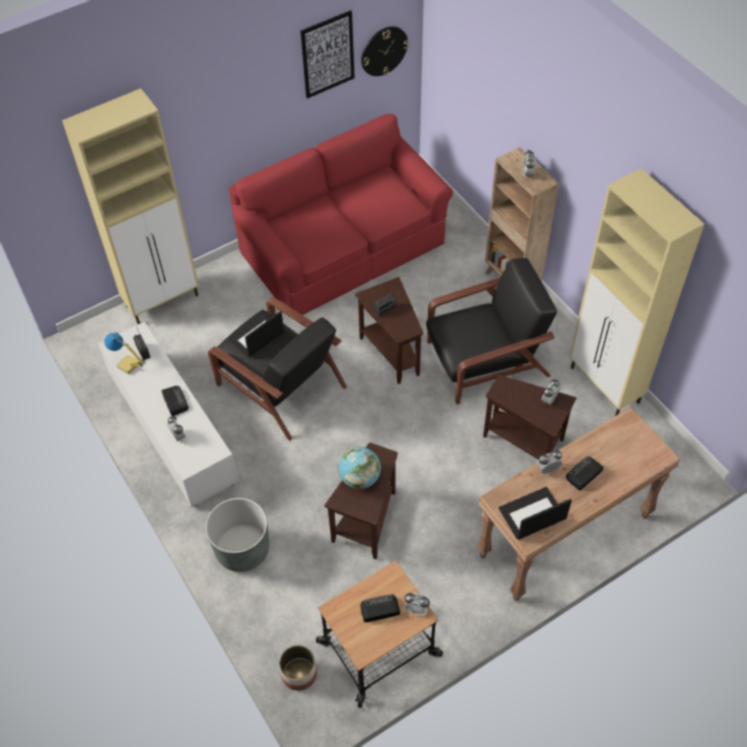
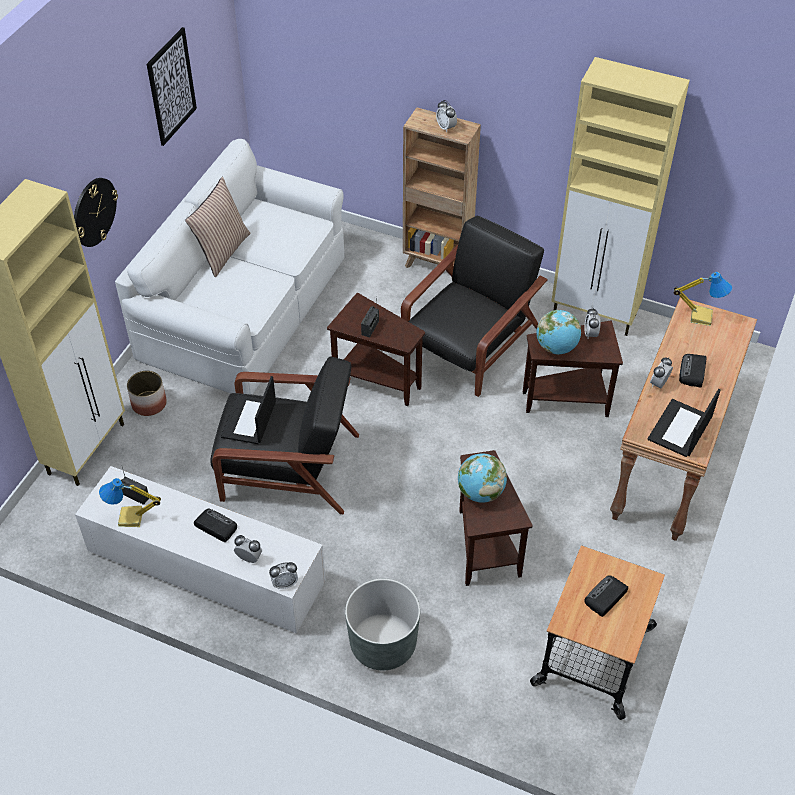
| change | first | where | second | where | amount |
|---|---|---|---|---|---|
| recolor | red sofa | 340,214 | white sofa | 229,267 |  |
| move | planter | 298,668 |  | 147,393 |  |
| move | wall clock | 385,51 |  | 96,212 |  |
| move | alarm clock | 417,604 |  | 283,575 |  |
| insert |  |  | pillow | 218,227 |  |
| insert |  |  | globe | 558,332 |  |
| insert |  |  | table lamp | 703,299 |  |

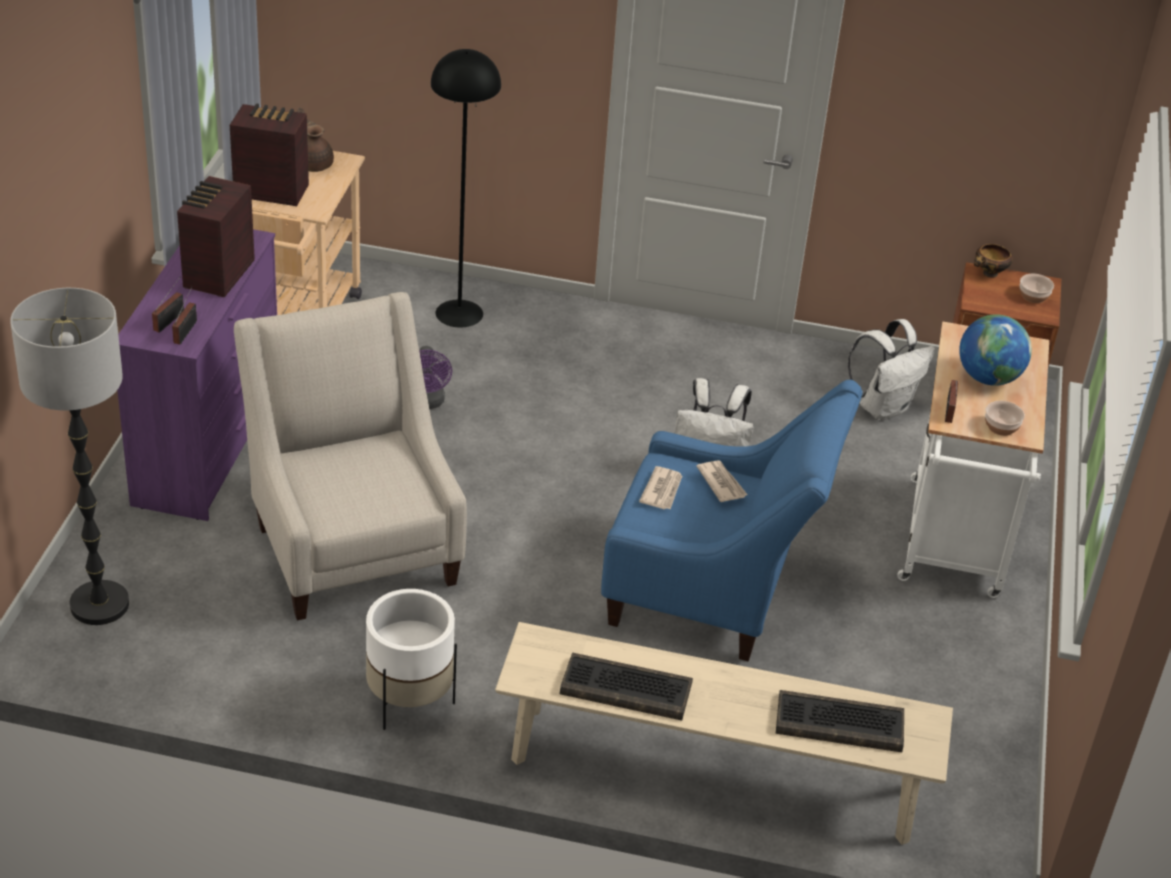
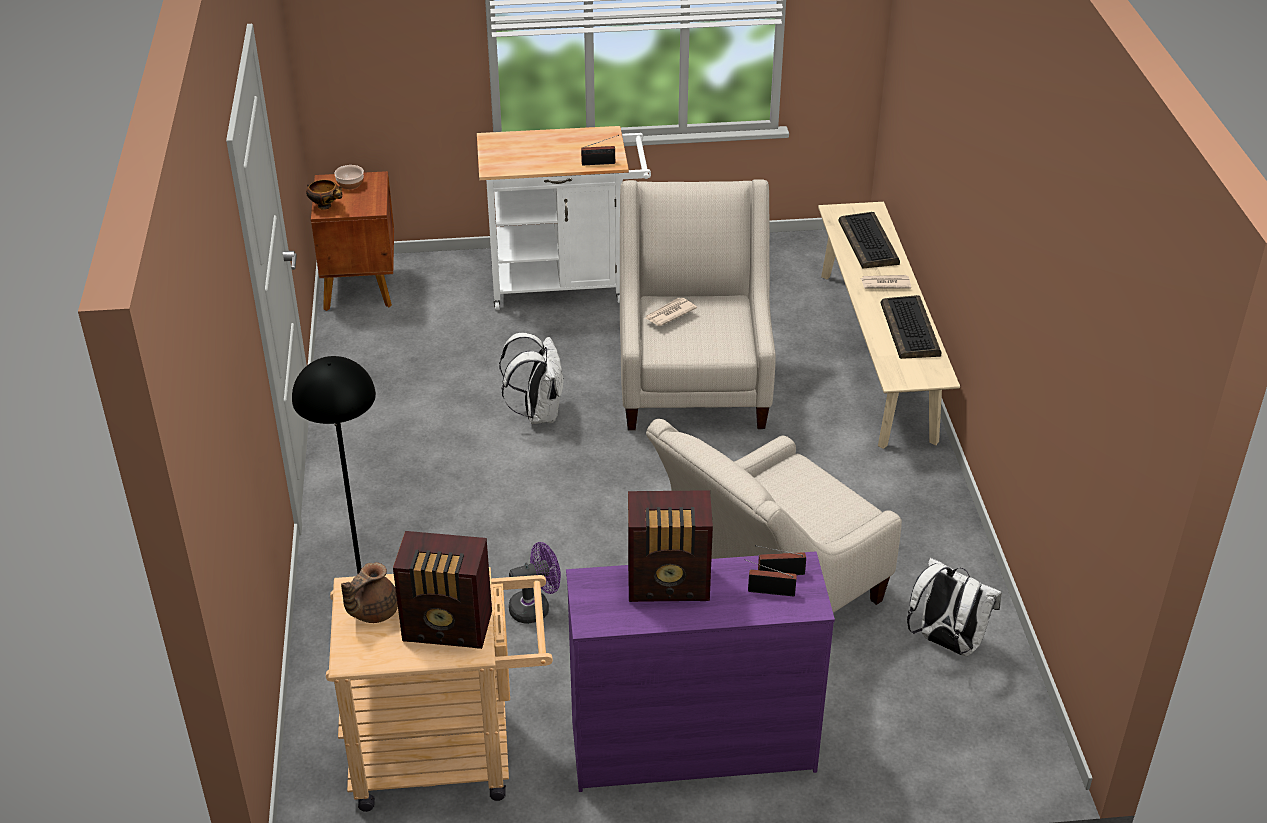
| change | first | where | second | where | amount |
|---|---|---|---|---|---|
| delete | floor lamp | 69,456 |  |  |  |
| rotate | radio | 269,154 |  | 442,590 | 75 degrees counterclockwise |
| delete | white planter | 411,659 |  |  |  |
| recolor | blue armchair | 732,520 | beige armchair | 698,304 |  |
| move | newspaper | 660,487 |  | 886,281 |  |
| move | white backpack | 891,370 |  | 954,607 |  |
| delete | globe | 995,350 |  |  |  |
| delete | bowl | 1005,418 |  |  |  |

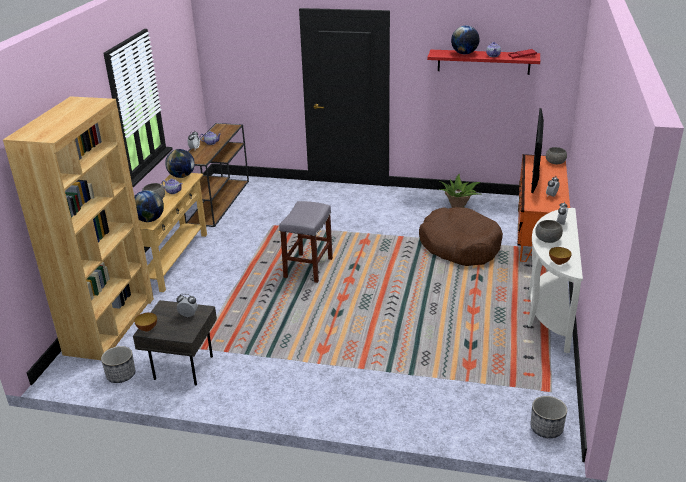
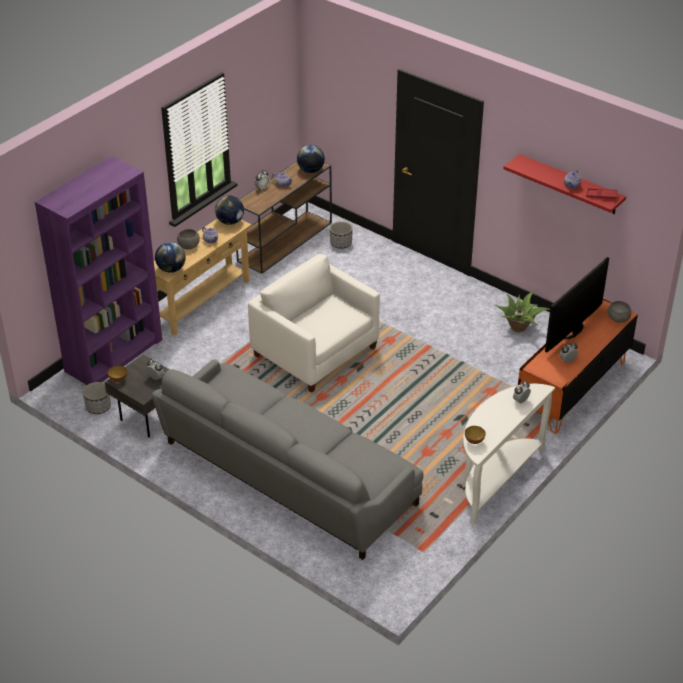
| change | first | where | second | where | amount |
|---|---|---|---|---|---|
| recolor | brown bookcase | 78,228 | purple bookcase | 98,270 |  |
| replace | grey stool | 306,242 | white armchair | 314,323 |  |
| delete | brown dog bed | 461,236 |  |  |  |
| move | globe | 465,40 |  | 311,159 |  |
| move | planter | 548,417 |  | 341,235 |  |
| delete | grey bowl | 549,231 |  |  |  |
| insert |  |  | grey sofa | 287,460 |  |

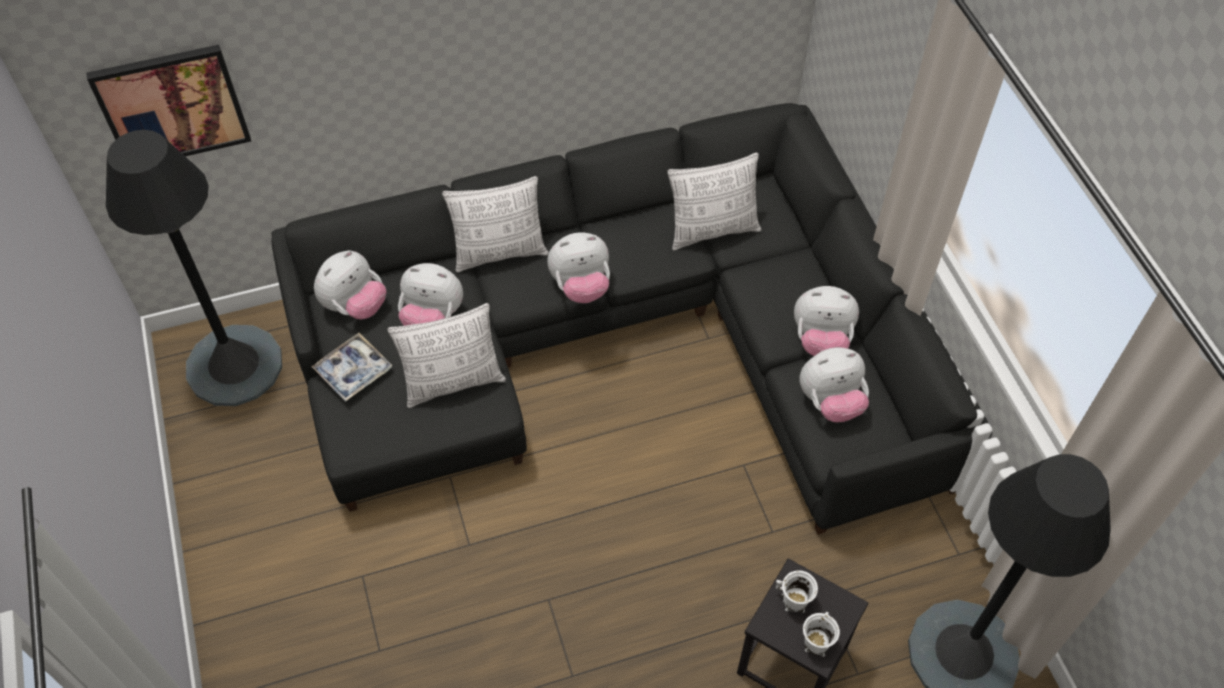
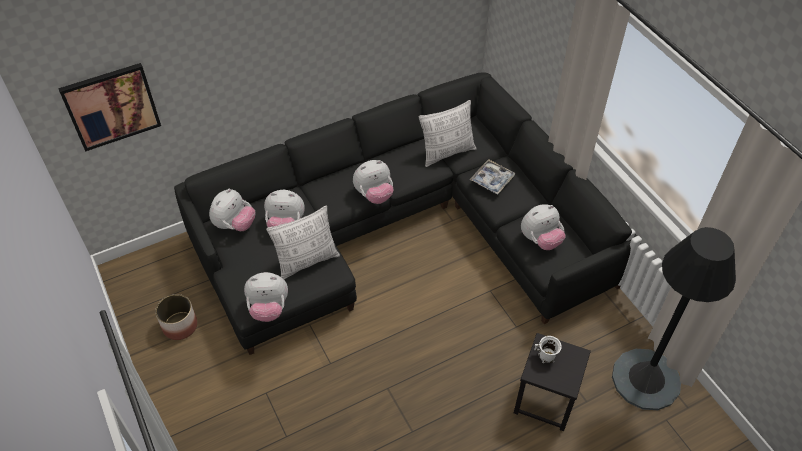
| change | first | where | second | where | amount |
|---|---|---|---|---|---|
| delete | black floor lamp | 194,268 |  |  |  |
| move | tray | 352,367 |  | 492,176 |  |
| delete | pillow | 495,224 |  |  |  |
| move | plush toy | 826,321 |  | 266,297 |  |
| delete | white mug | 821,634 |  |  |  |
| insert |  |  | planter | 176,317 |  |

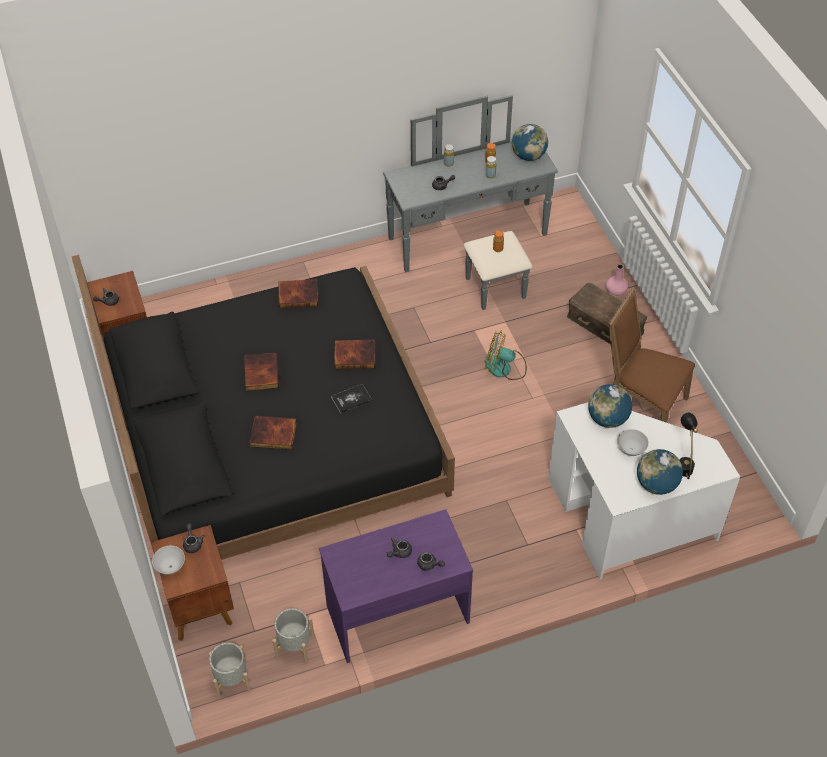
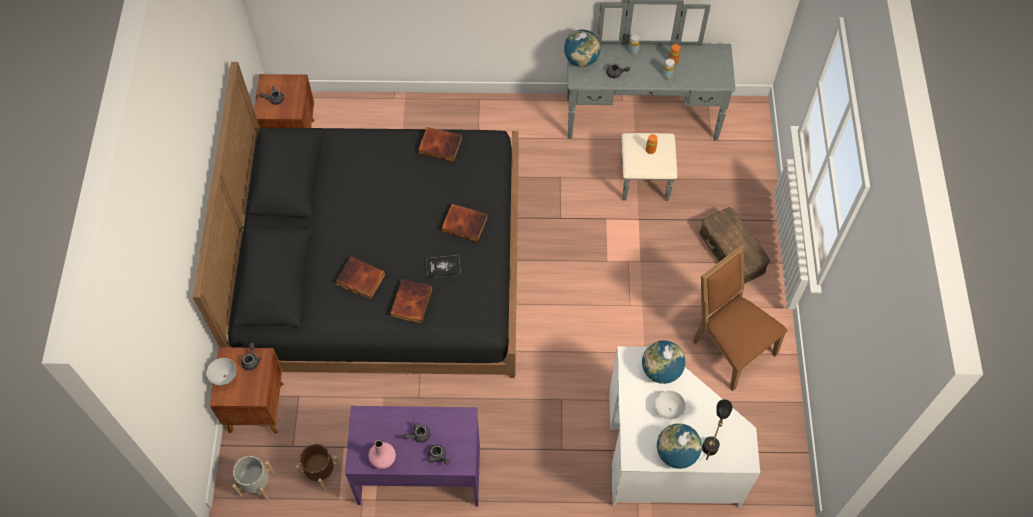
| change | first | where | second | where | amount |
|---|---|---|---|---|---|
| move | book | 261,372 |  | 411,301 |  |
| recolor | grey planter | 293,635 | brown planter | 318,467 |  |
| delete | fan | 506,355 |  |  |  |
| move | globe | 530,142 |  | 582,48 |  |
| move | pink vase | 617,280 |  | 382,454 |  |

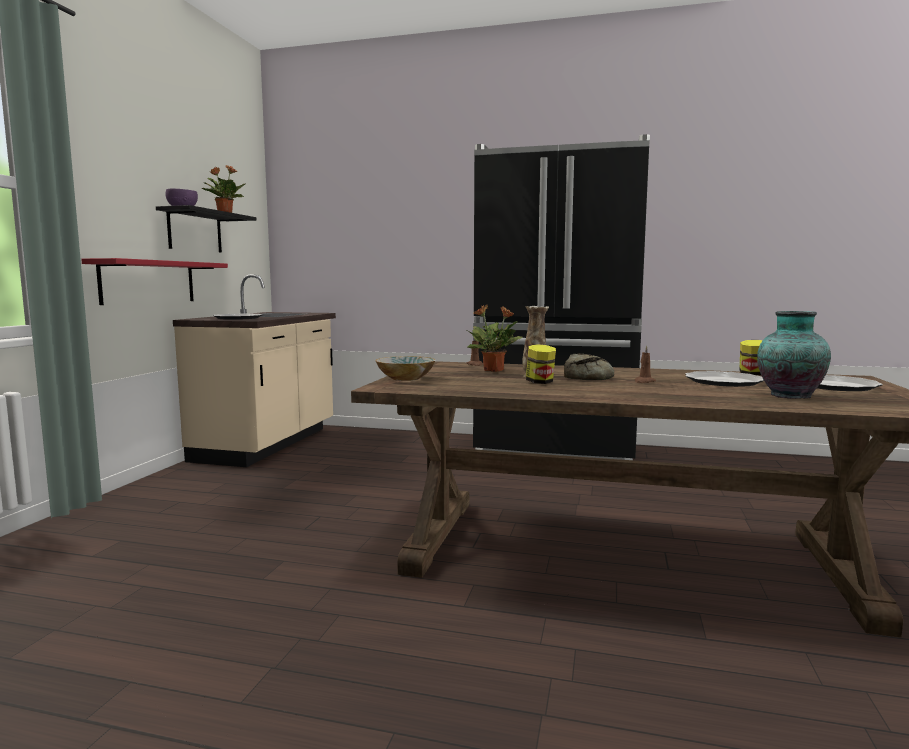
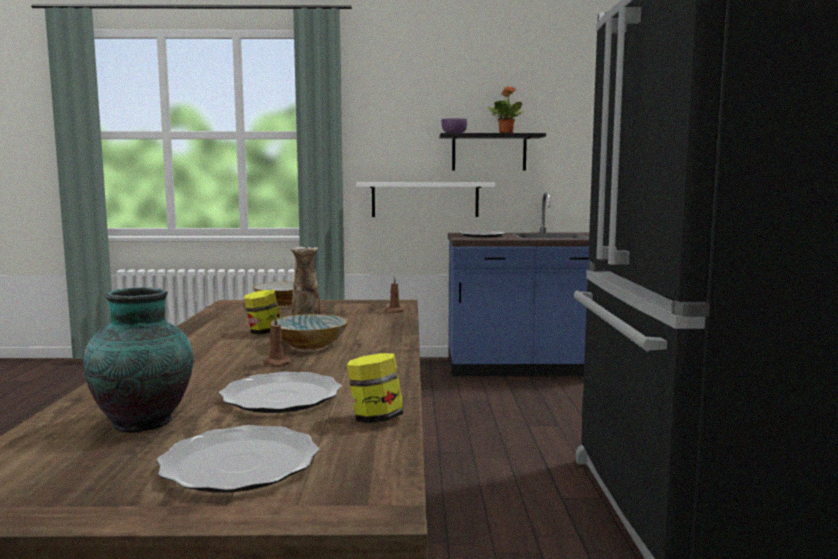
| change | first | where | second | where | amount |
|---|---|---|---|---|---|
| recolor | red shelf | 154,281 | white shelf | 425,199 |  |
| recolor | beige counter | 254,370 | blue counter | 519,284 |  |
| delete | potted plant | 495,338 |  |  |  |
| replace | bread | 589,366 | bowl | 309,332 |  |

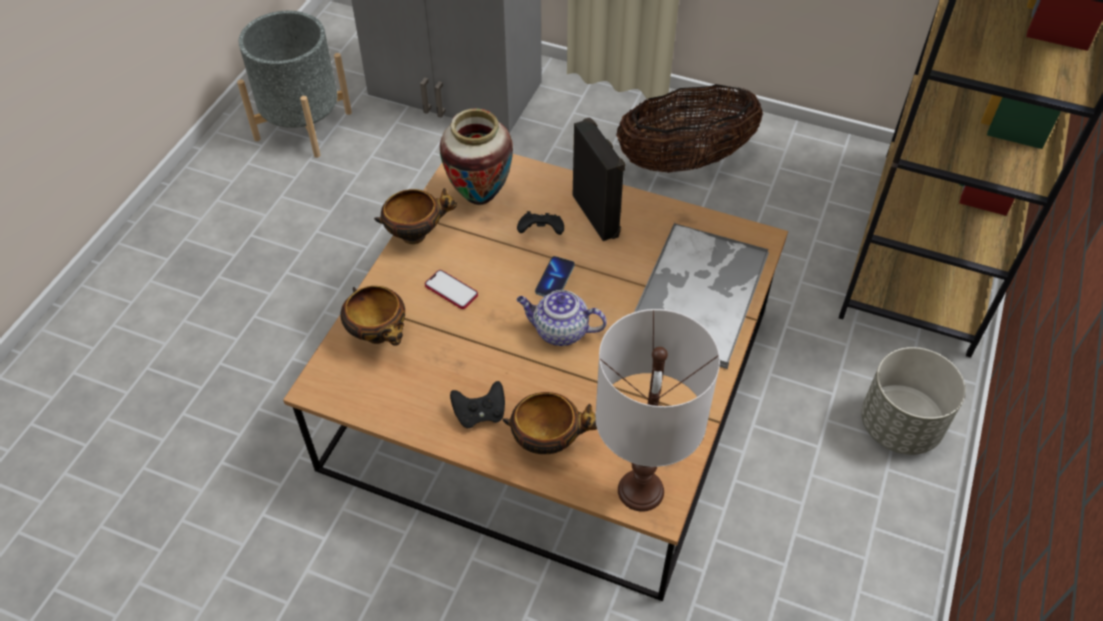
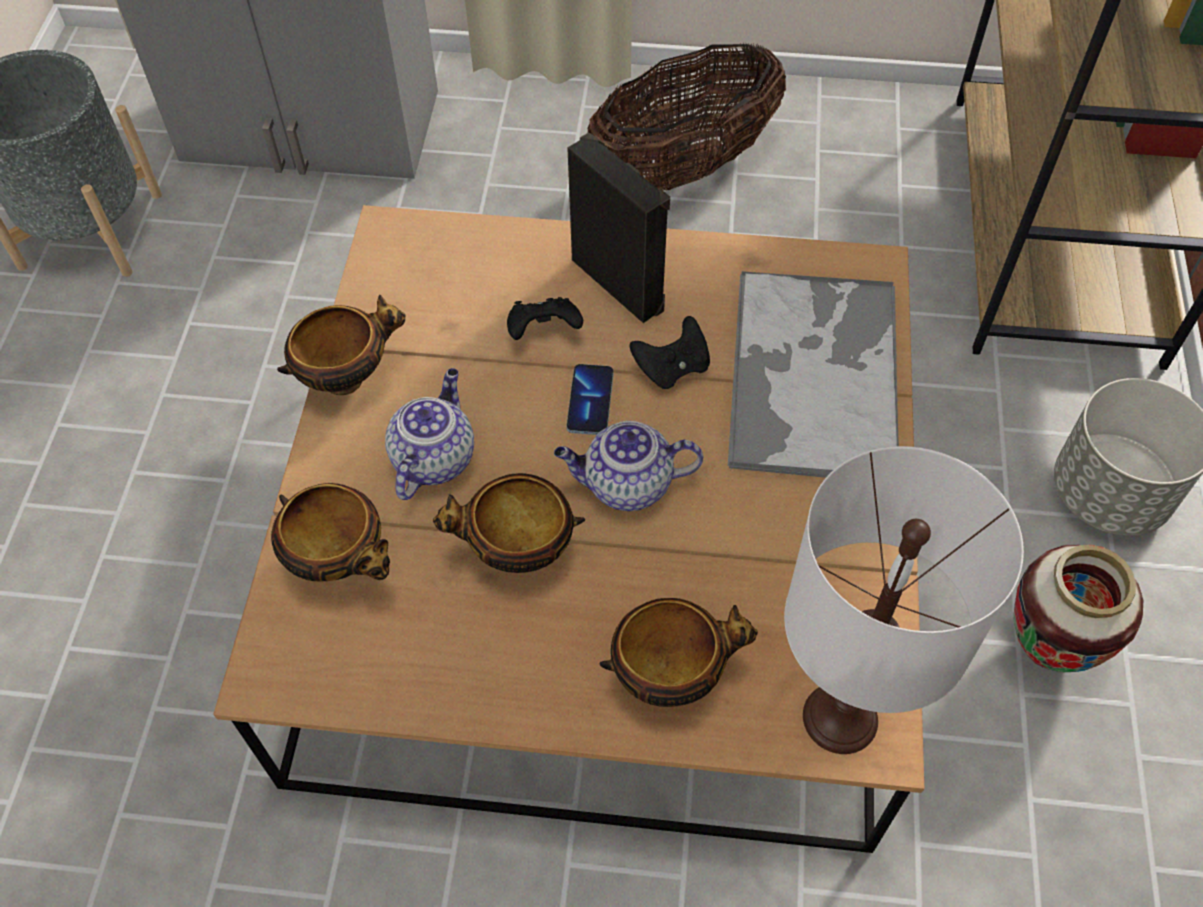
| change | first | where | second | where | amount |
|---|---|---|---|---|---|
| replace | phone | 451,289 | teapot | 429,434 |  |
| move | vase | 476,156 |  | 1078,608 |  |
| move | black game controller | 477,404 |  | 670,352 |  |
| insert |  |  | bowl | 509,523 |  |

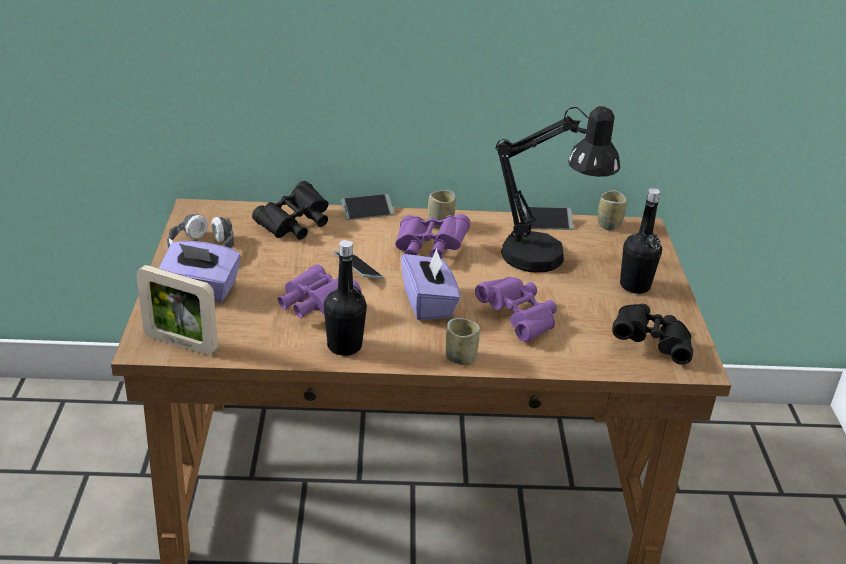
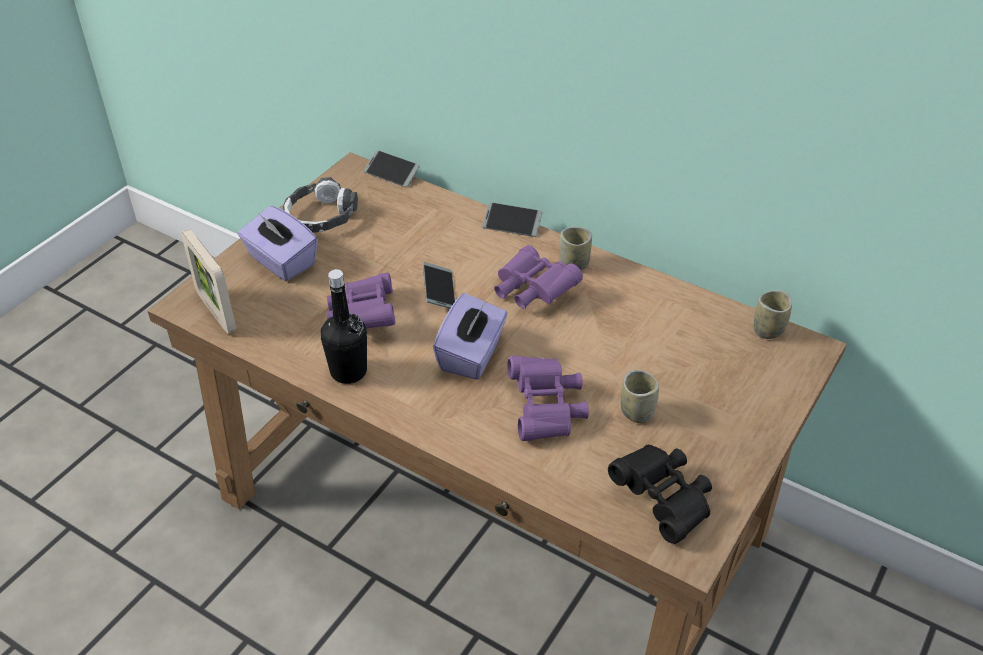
| change | first | where | second | where | amount |
|---|---|---|---|---|---|
| delete | black binoculars | 290,210 |  |  |  |
| move | cup | 463,341 |  | 640,396 |  |
| delete | black table lamp | 557,189 |  |  |  |
| move | phone | 548,218 |  | 392,168 |  |
| delete | black bottle | 641,241 |  |  |  |

